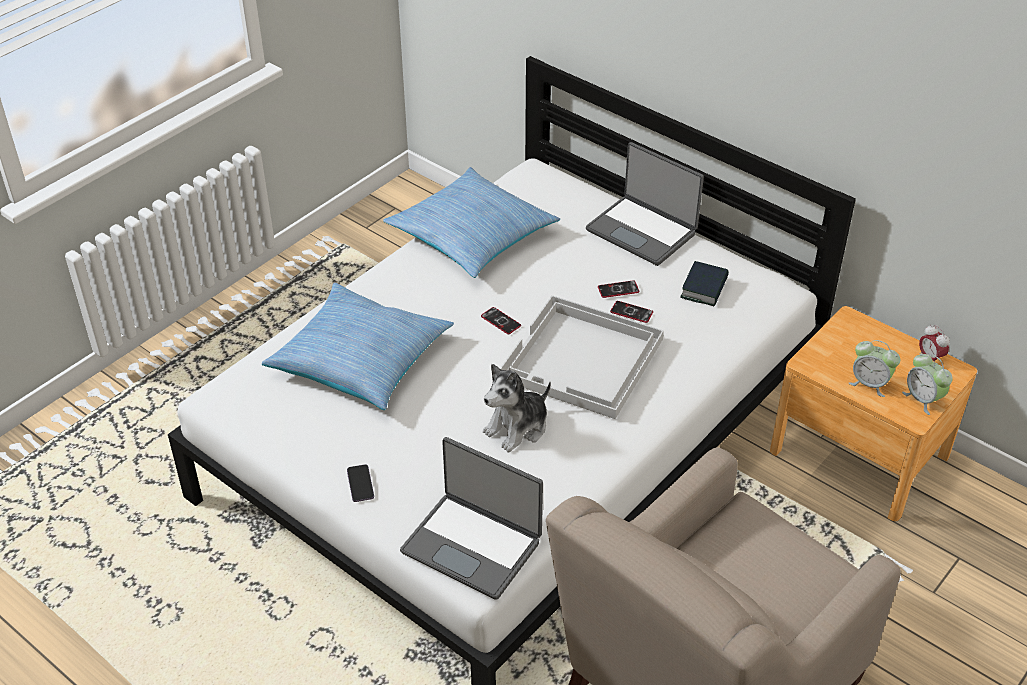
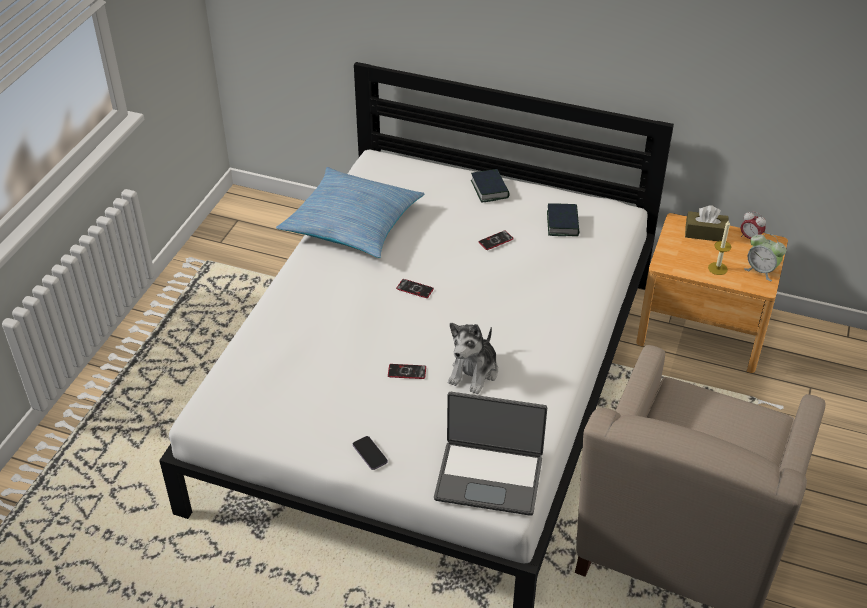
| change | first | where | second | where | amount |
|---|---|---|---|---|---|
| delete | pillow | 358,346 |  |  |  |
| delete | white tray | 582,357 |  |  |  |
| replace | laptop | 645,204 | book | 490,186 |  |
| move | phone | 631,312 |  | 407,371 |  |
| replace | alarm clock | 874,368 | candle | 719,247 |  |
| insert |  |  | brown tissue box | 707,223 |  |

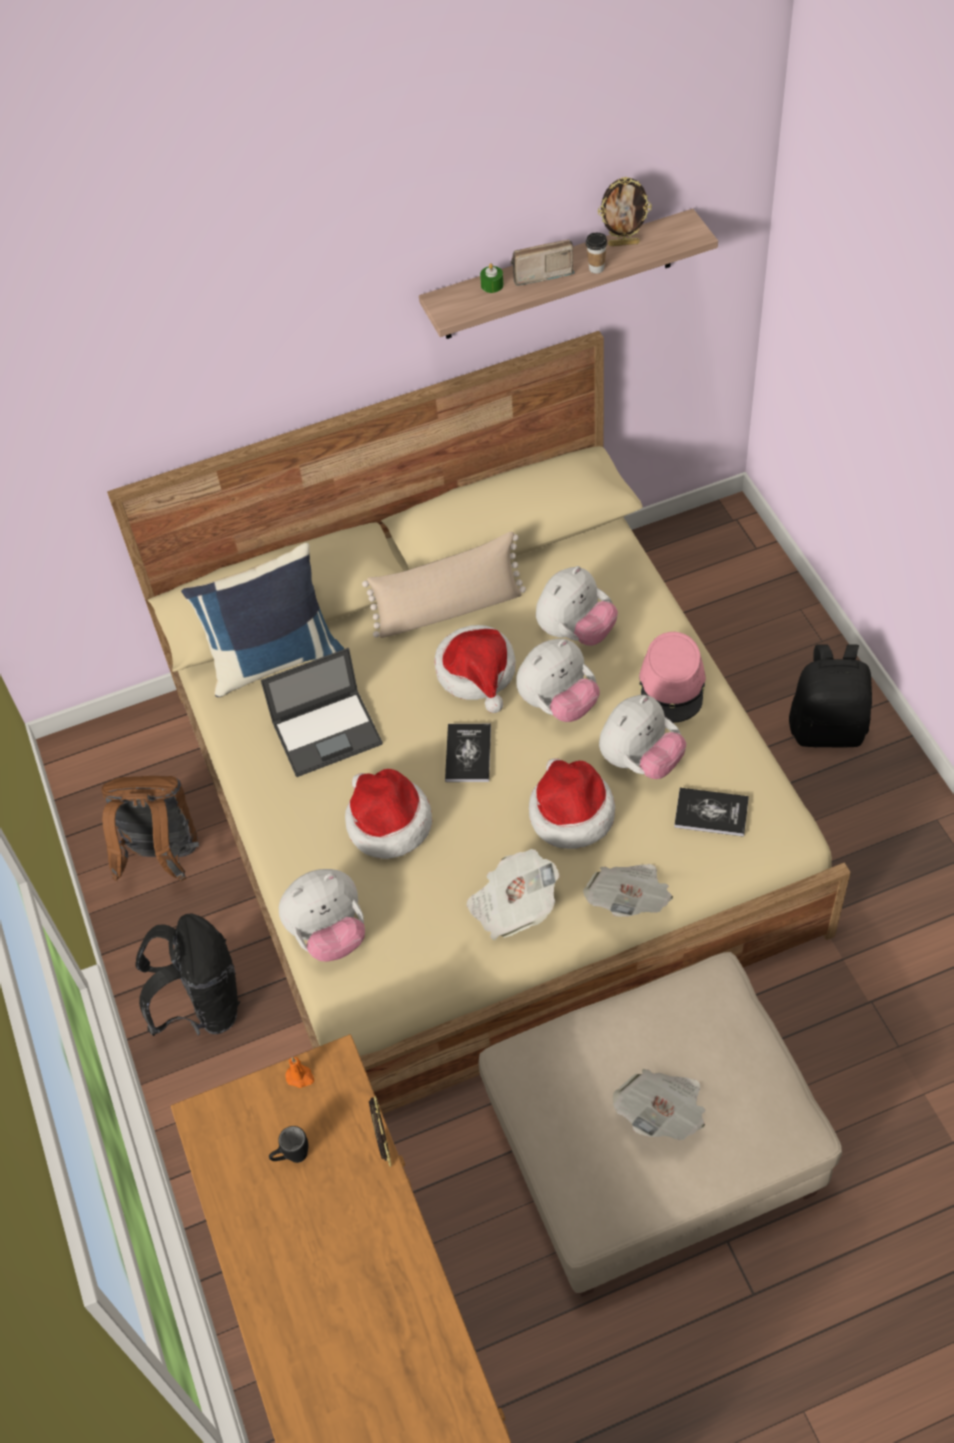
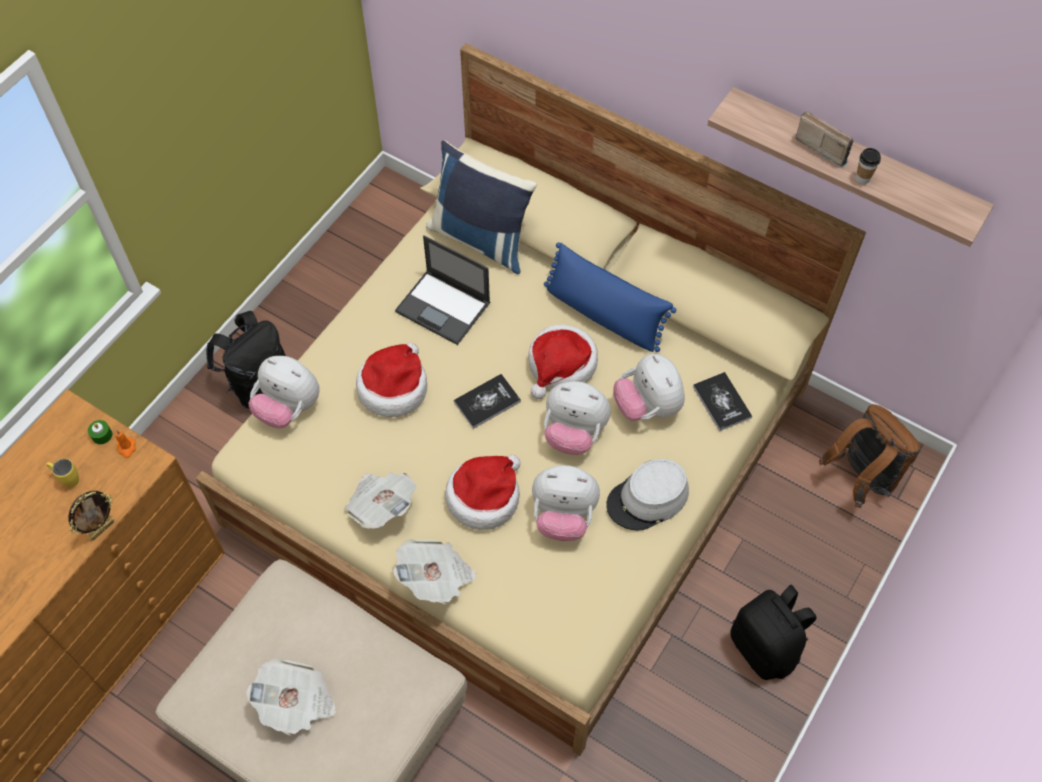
| change | first | where | second | where | amount |
|---|---|---|---|---|---|
| move | brown backpack | 150,829 |  | 870,456 |  |
| recolor | black mug | 288,1144 | yellow mug | 62,472 |  |
| recolor | beige pillow | 444,585 | blue pillow | 610,297 |  |
| move | green candle | 492,278 |  | 100,432 |  |
| rotate | plush toy | 577,606 |  | 649,387 | 60 degrees clockwise |
| delete | picture frame | 625,211 |  |  |  |
| recolor | pink hat | 672,677 | grey hat | 647,495 |  |
| move | book | 711,812 |  | 722,401 |  |

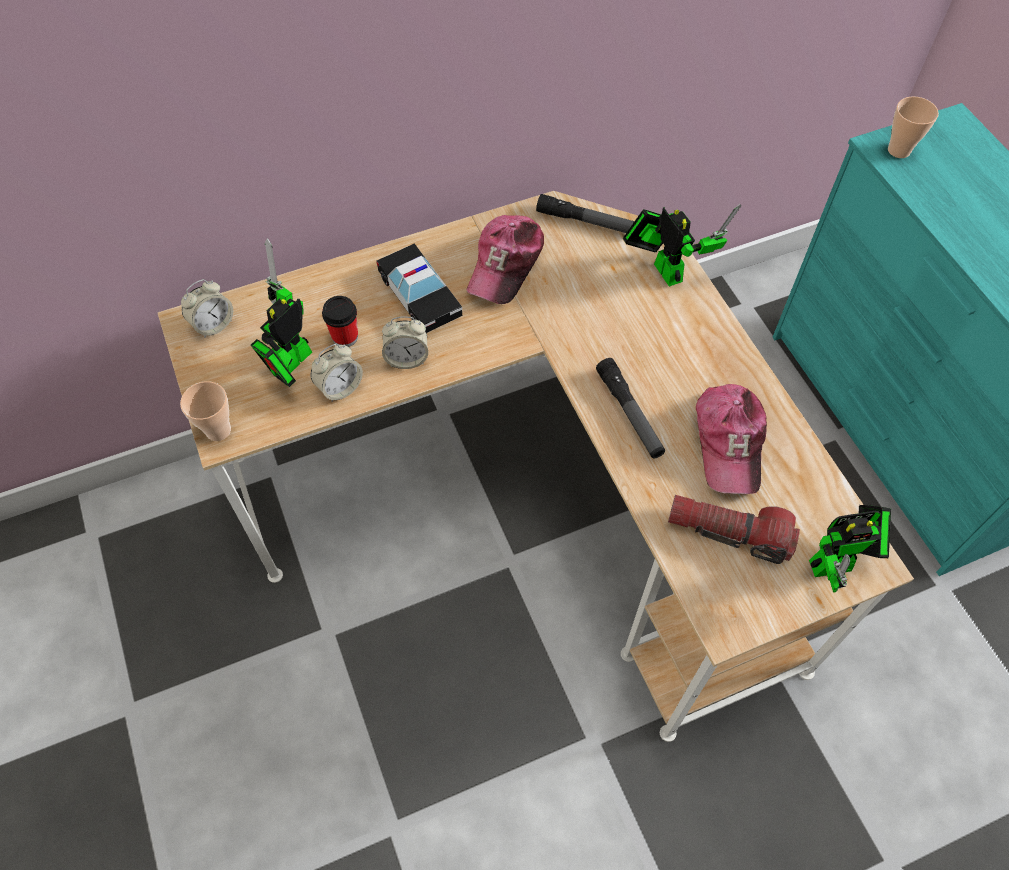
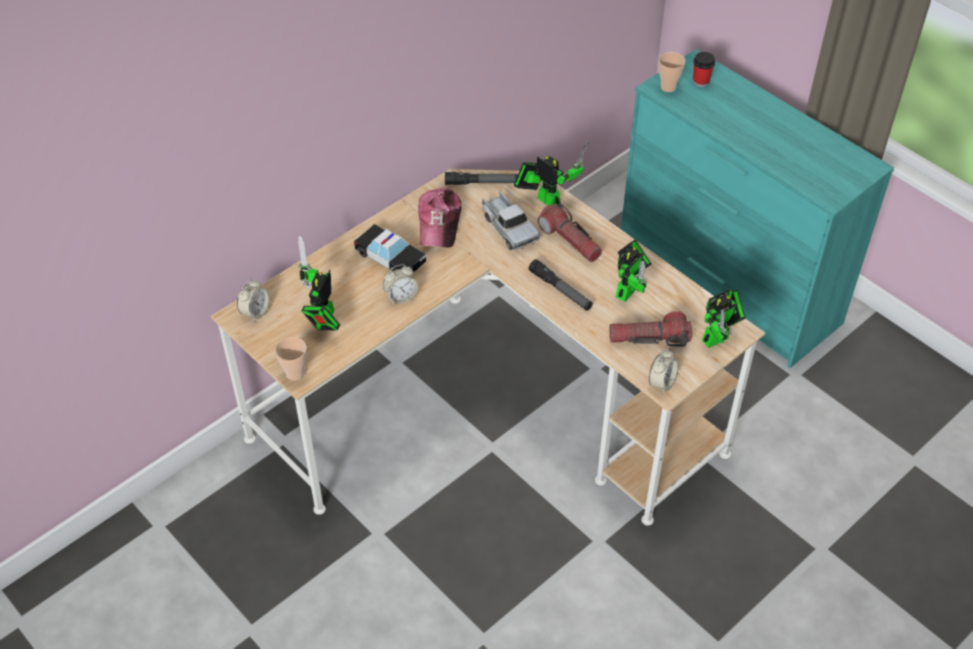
| change | first | where | second | where | amount |
|---|---|---|---|---|---|
| move | alarm clock | 337,373 |  | 664,371 |  |
| move | cup | 340,321 |  | 704,69 |  |
| replace | cap | 731,439 | toy robot | 633,271 |  |
| insert |  |  | toy truck | 511,220 |  |
| insert |  |  | flashlight | 570,232 |  |

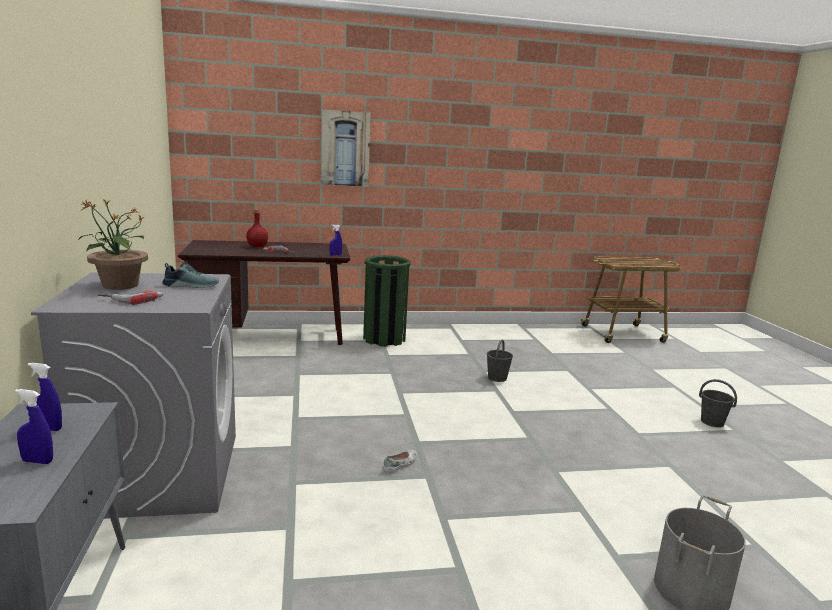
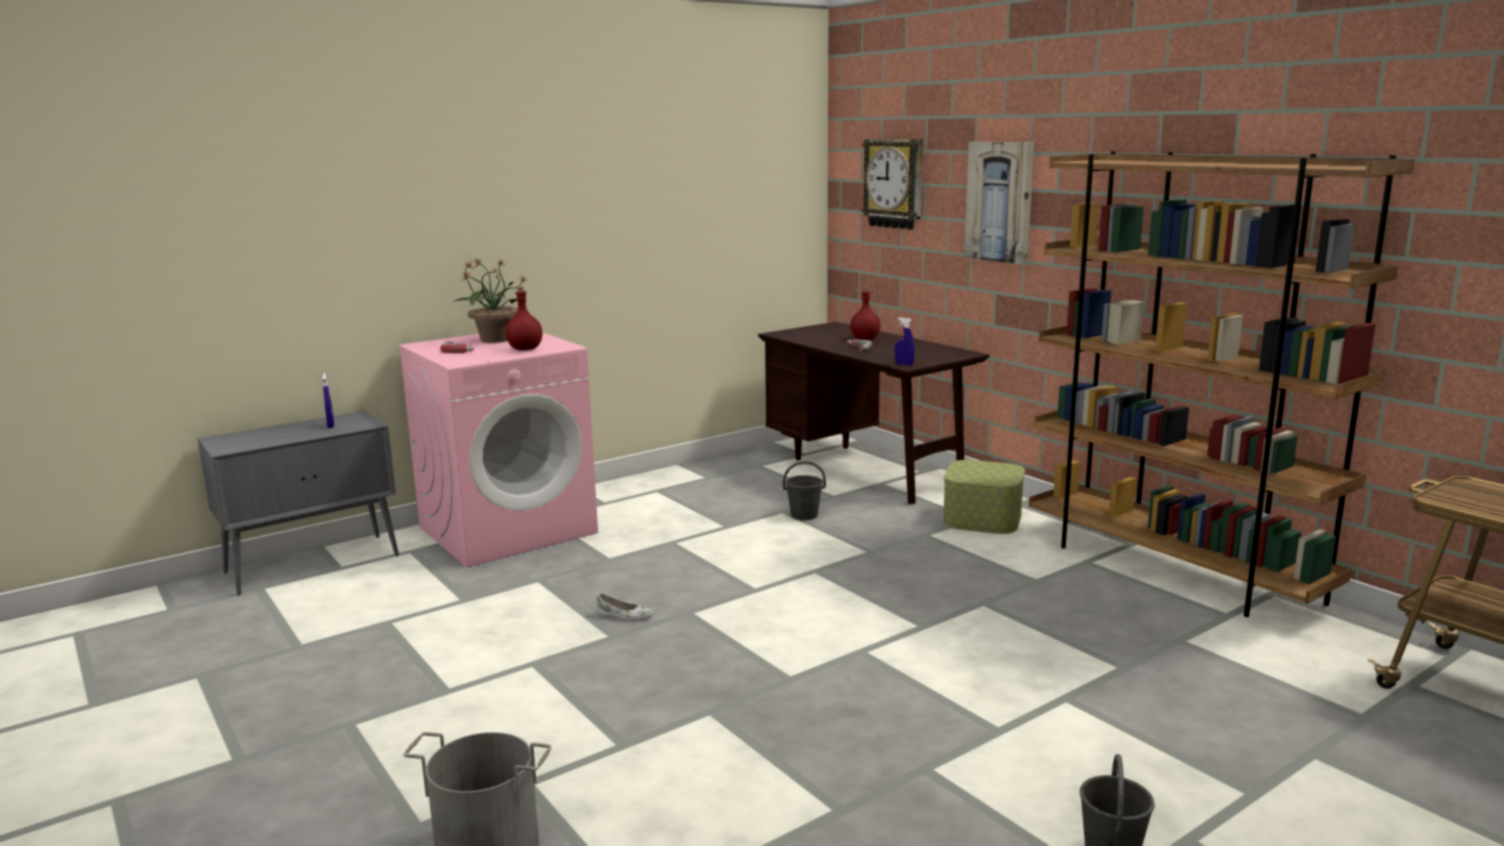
| change | first | where | second | where | amount |
|---|---|---|---|---|---|
| delete | blue spray bottle | 34,426 |  |  |  |
| recolor | grey washing machine | 133,395 | pink washing machine | 498,450 |  |
| replace | shoe | 190,274 | red bottle | 524,318 |  |
| replace | green trash can | 387,301 | storage box | 984,497 |  |
| move | grey bucket | 500,361 |  | 804,490 |  |
| insert |  |  | wall clock | 892,184 |  |
| insert |  |  | brown bookcase | 1221,384 |  |

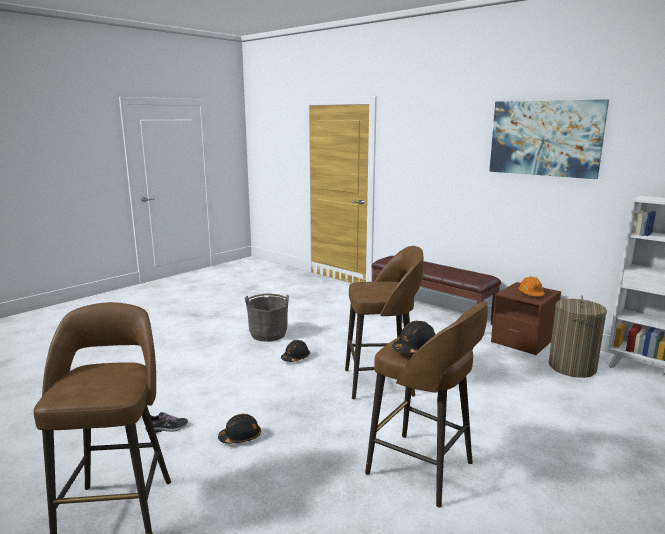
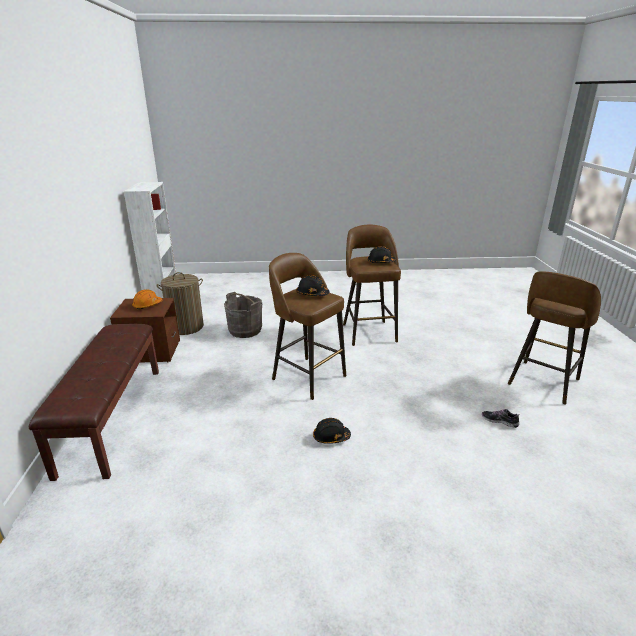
| change | first | where | second | where | amount |
|---|---|---|---|---|---|
| move | black hard hat | 239,429 |  | 313,285 |  |
| move | grey bucket | 267,317 |  | 243,315 |  |
| delete | picture | 549,139 |  |  |  |

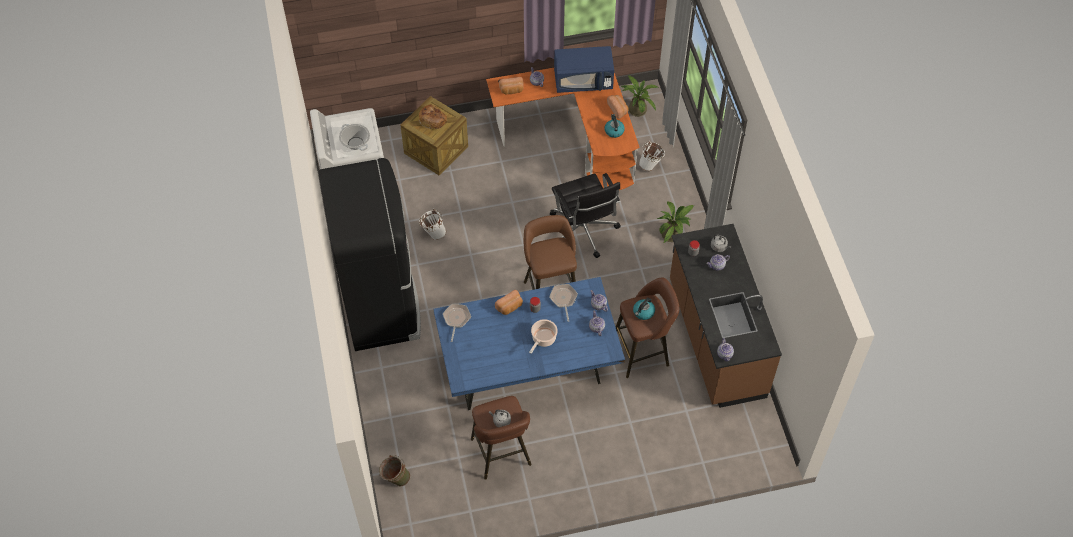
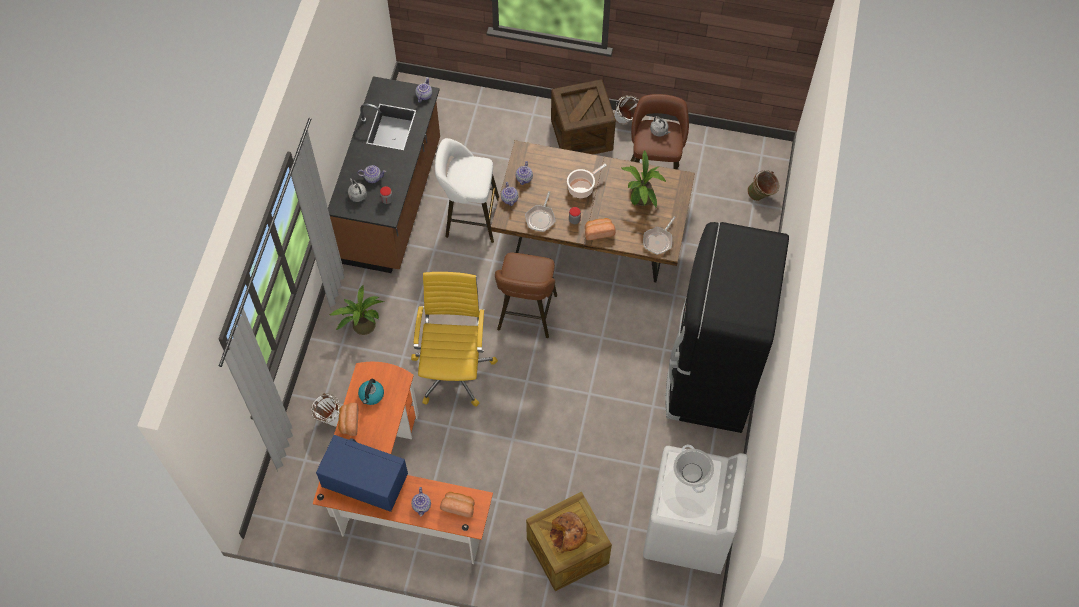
| change | first | where | second | where | amount |
|---|---|---|---|---|---|
| move | white bucket | 432,224 |  | 626,109 |  |
| recolor | blue dining table | 529,343 | brown dining table | 593,211 |  |
| recolor | black office chair | 585,215 | yellow office chair | 454,339 |  |
| recolor | brown stool | 647,327 | white stool | 467,190 |  |
| move | potted plant | 639,96 |  | 643,179 |  |
| delete | kettle | 644,309 |  |  |  |
| insert |  |  | crate | 583,117 |  |

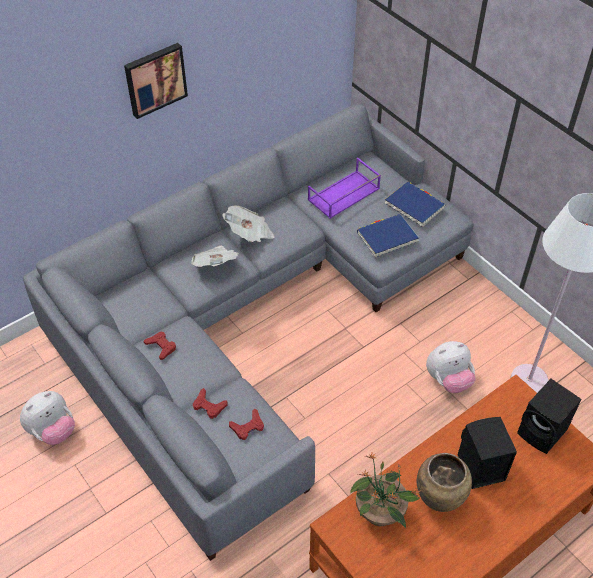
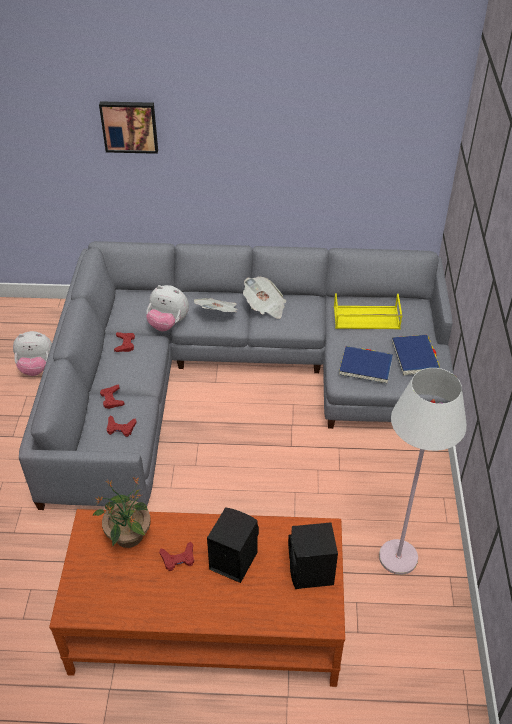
| change | first | where | second | where | amount |
|---|---|---|---|---|---|
| move | picture | 156,81 |  | 128,127 |  |
| recolor | purple tray | 344,188 | yellow tray | 368,311 |  |
| replace | brown vase | 444,482 | red game controller | 176,556 |  |
| move | plush toy | 451,367 |  | 167,308 |  |

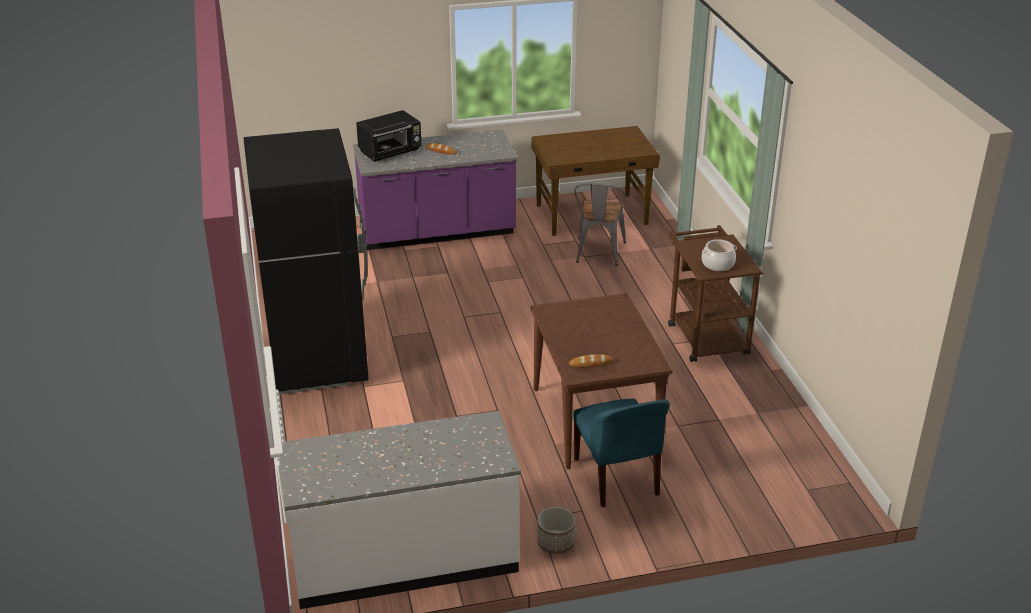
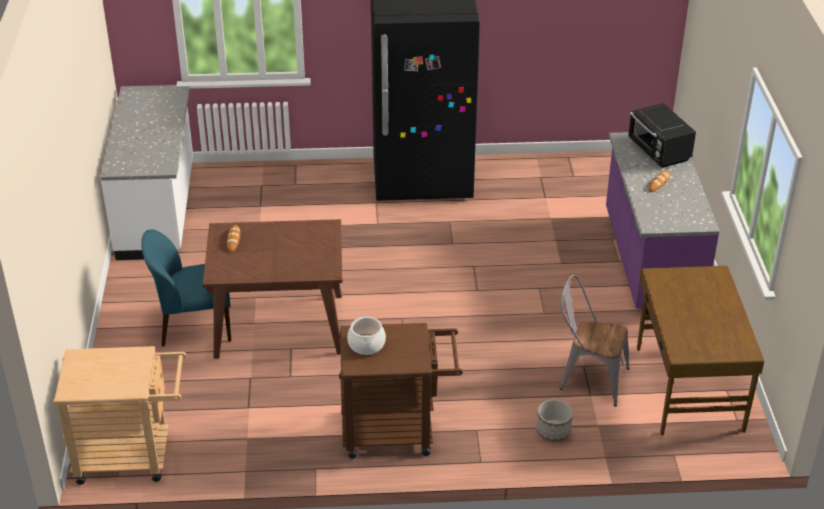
| change | first | where | second | where | amount |
|---|---|---|---|---|---|
| move | planter | 556,530 |  | 554,420 |  |
| insert |  |  | beige cart | 119,415 |  |

